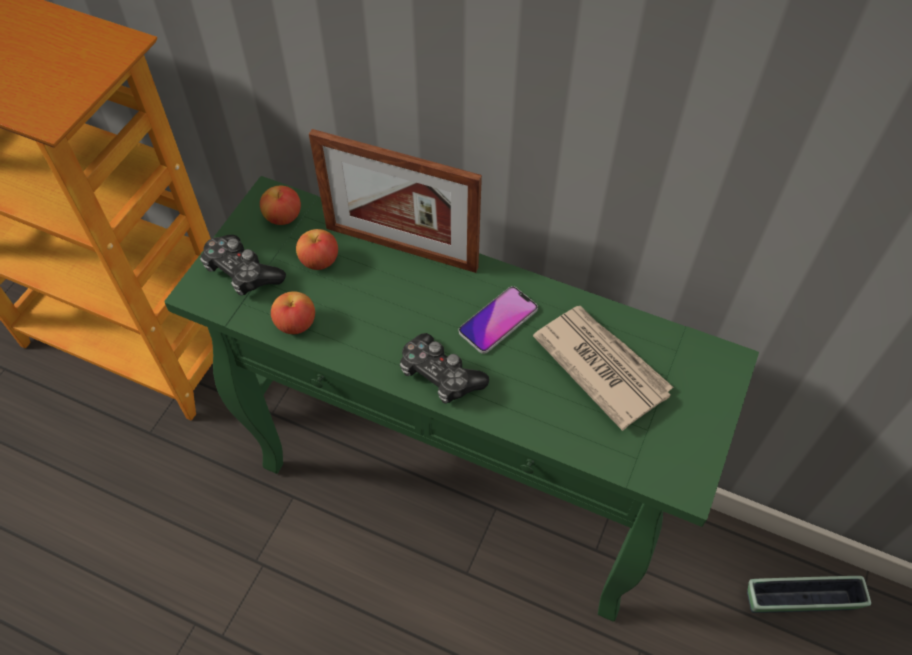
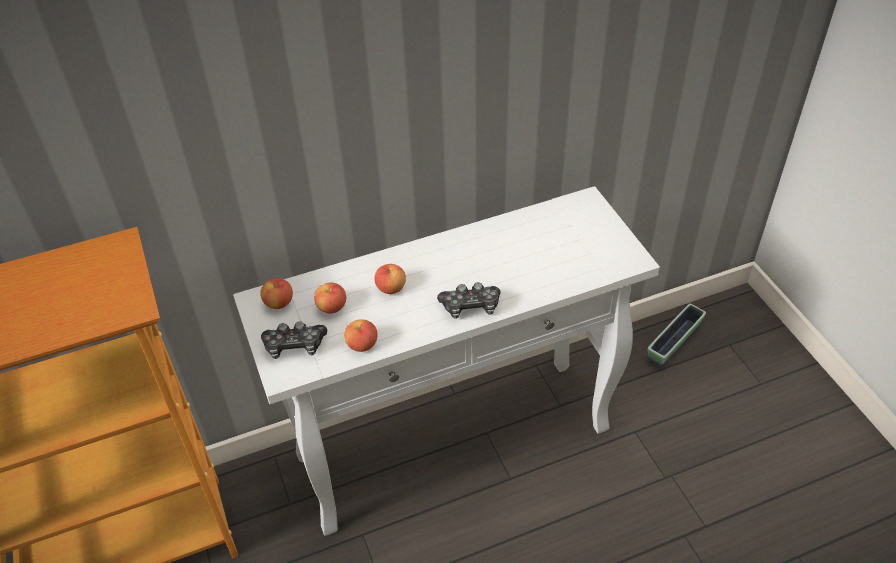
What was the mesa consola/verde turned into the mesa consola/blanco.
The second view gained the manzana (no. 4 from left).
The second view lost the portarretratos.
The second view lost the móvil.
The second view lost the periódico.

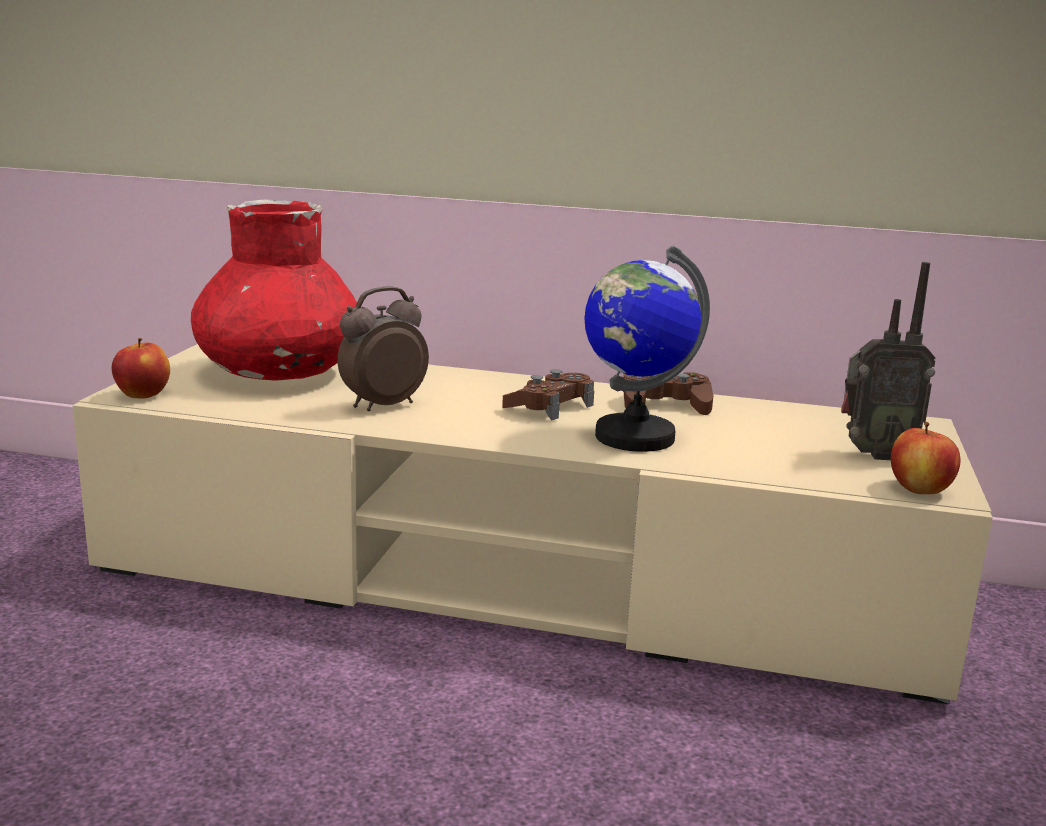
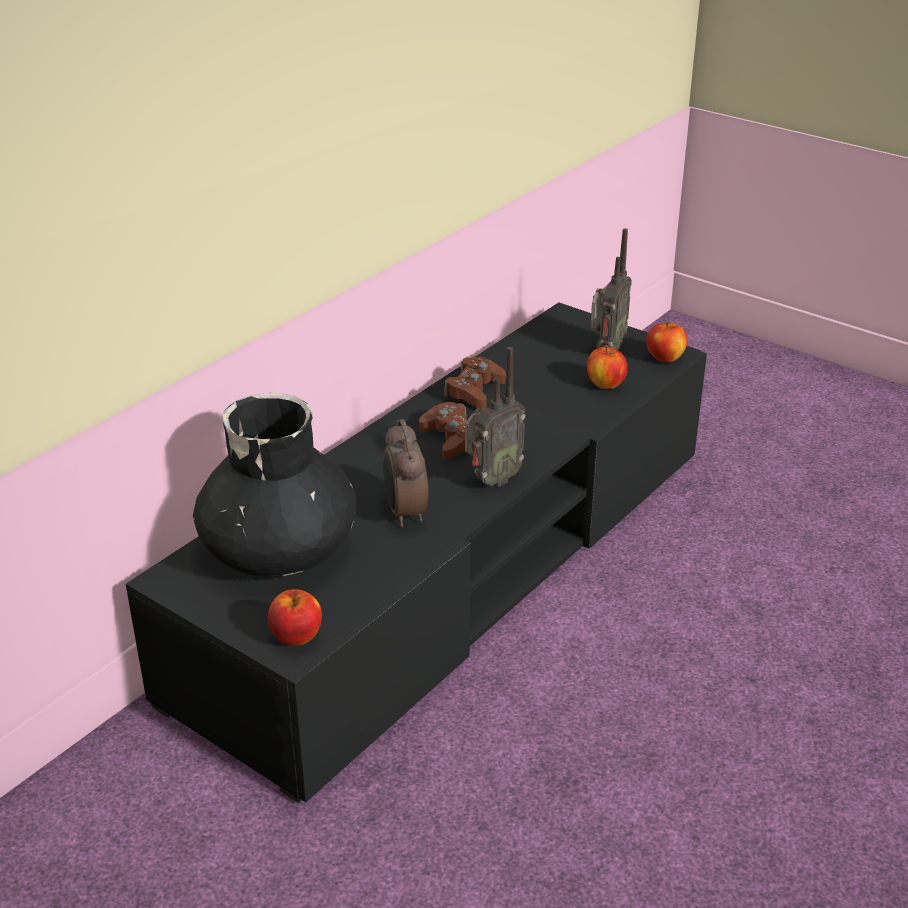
What was the mueble de televisión/beis turned into the mueble de televisión/negro.
What was the florero/rojo turned into the florero/negro.
The second view gained the radio (no. 1 from left).
The second view gained the manzana (no. 2 from left).
The second view lost the globo terráqueo.

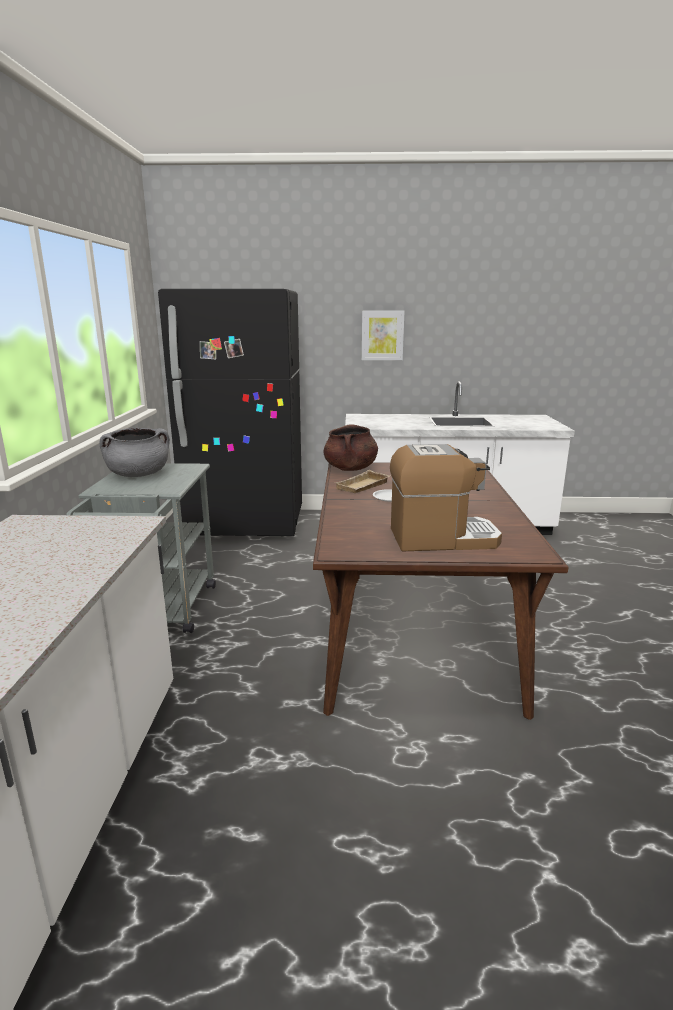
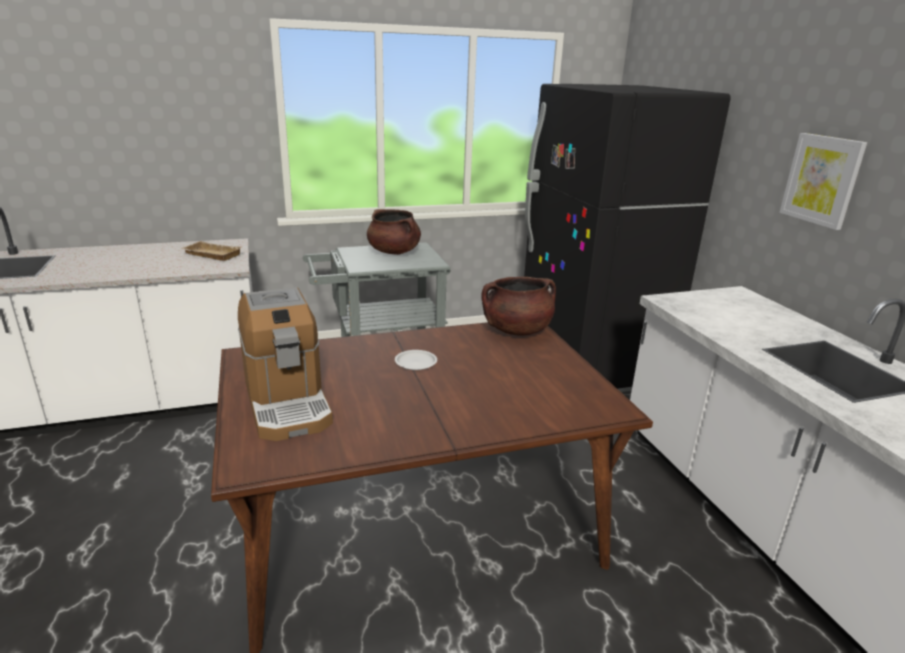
The bandeja/beis ended up elsewhere.
What was the olla/gris turned into the olla/marrón (no. 1 from left).

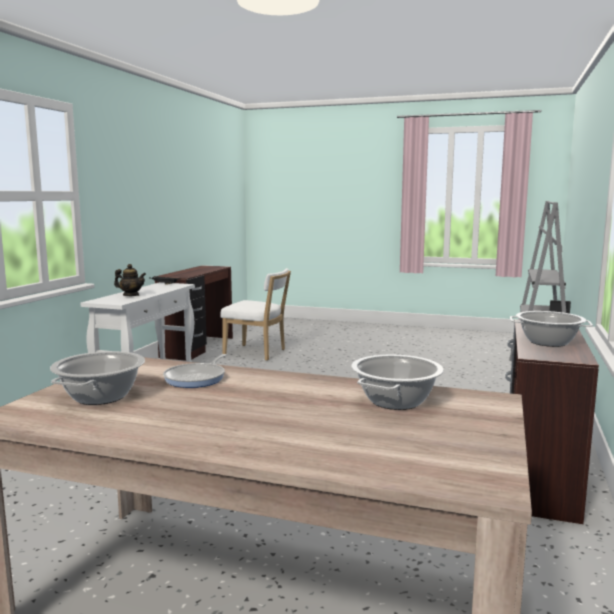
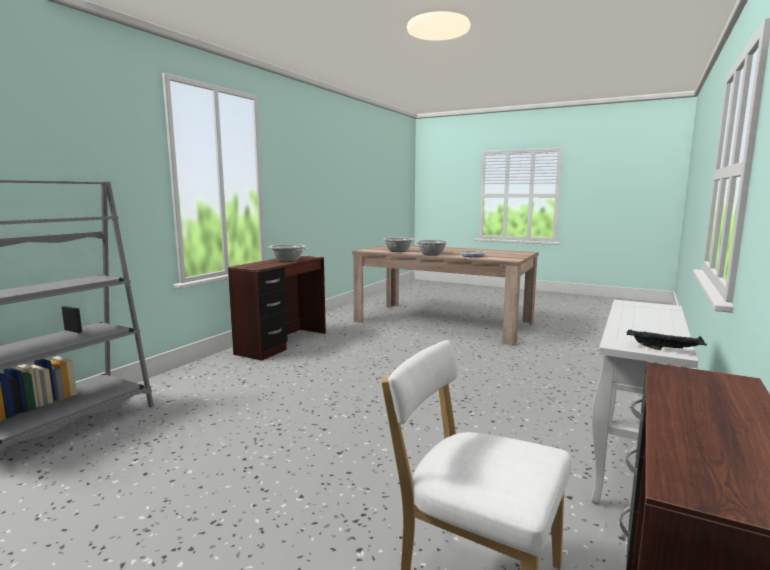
The olla (no. 1 from left in the first image) ended up elsewhere.
The second view lost the tetera.

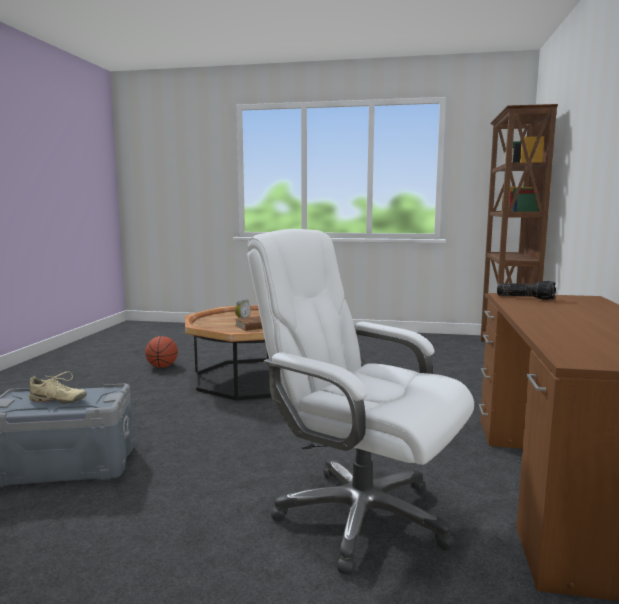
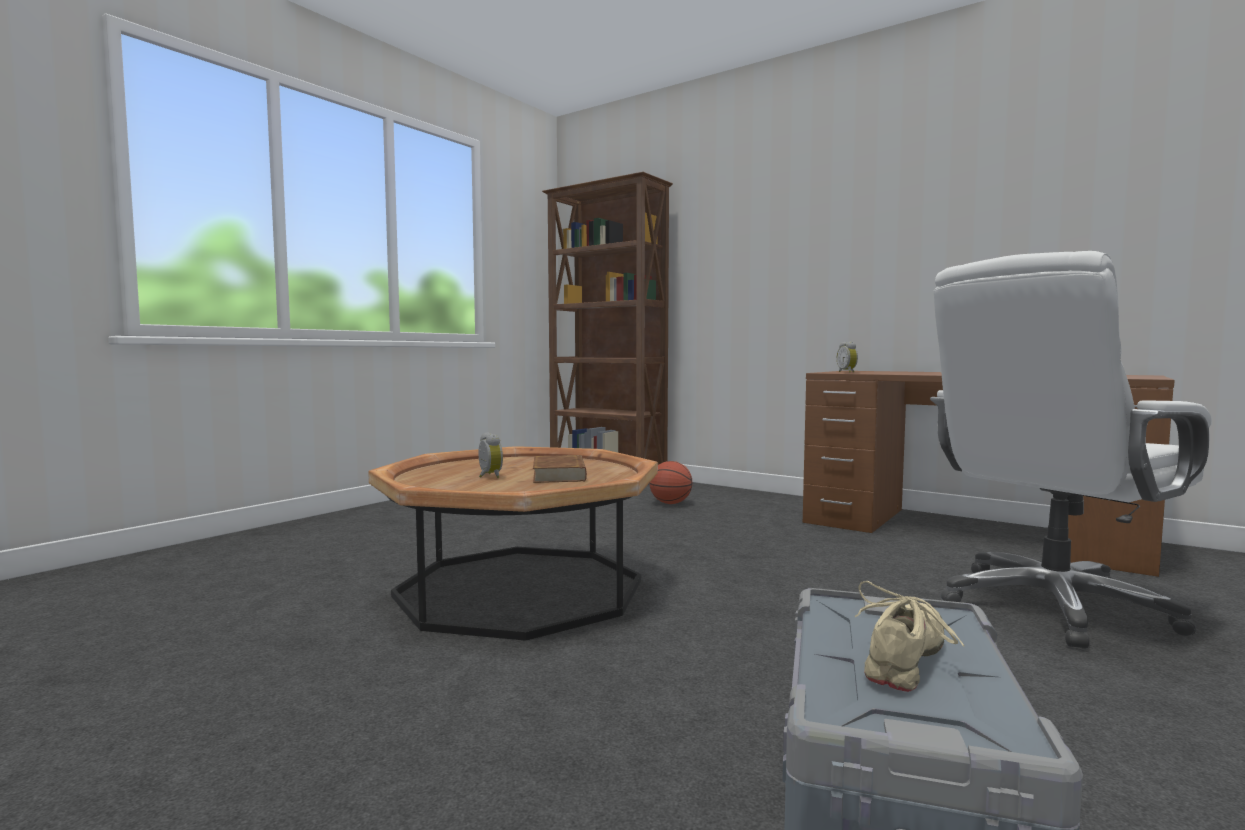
The balón de baloncesto ended up elsewhere.
Where the linterna stood, the despertador (no. 2 from left) came to stand.

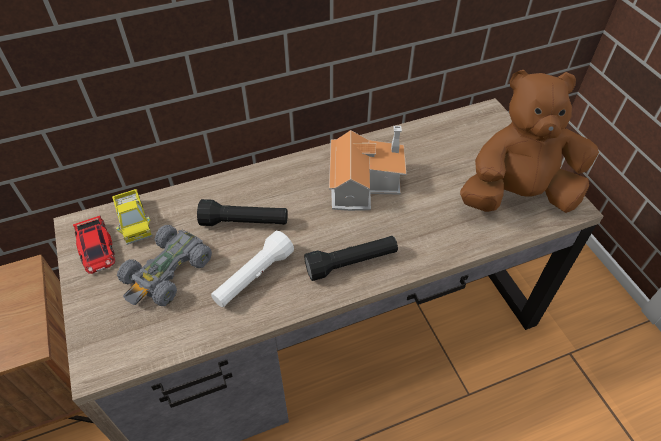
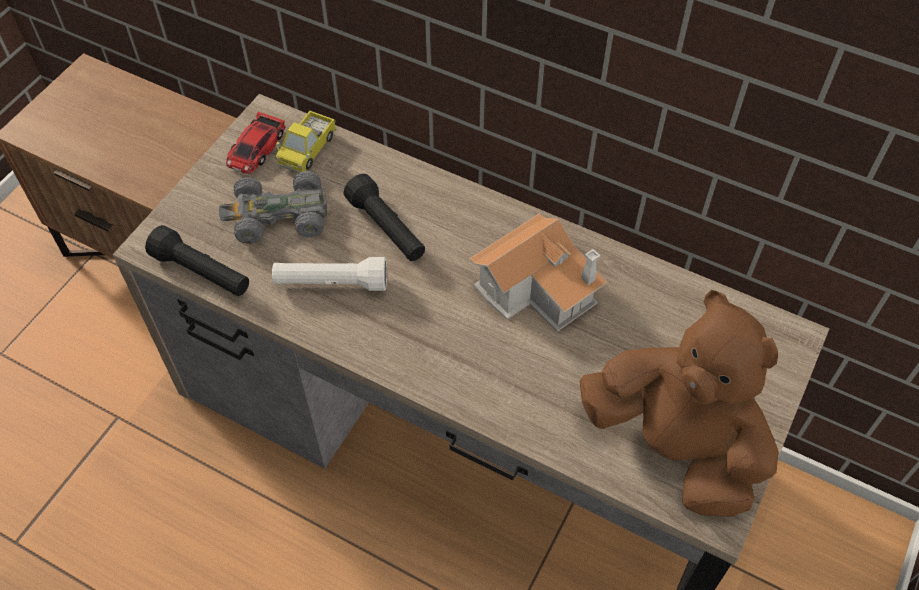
The linterna/negro (no. 2 from left in the first image) ended up elsewhere.

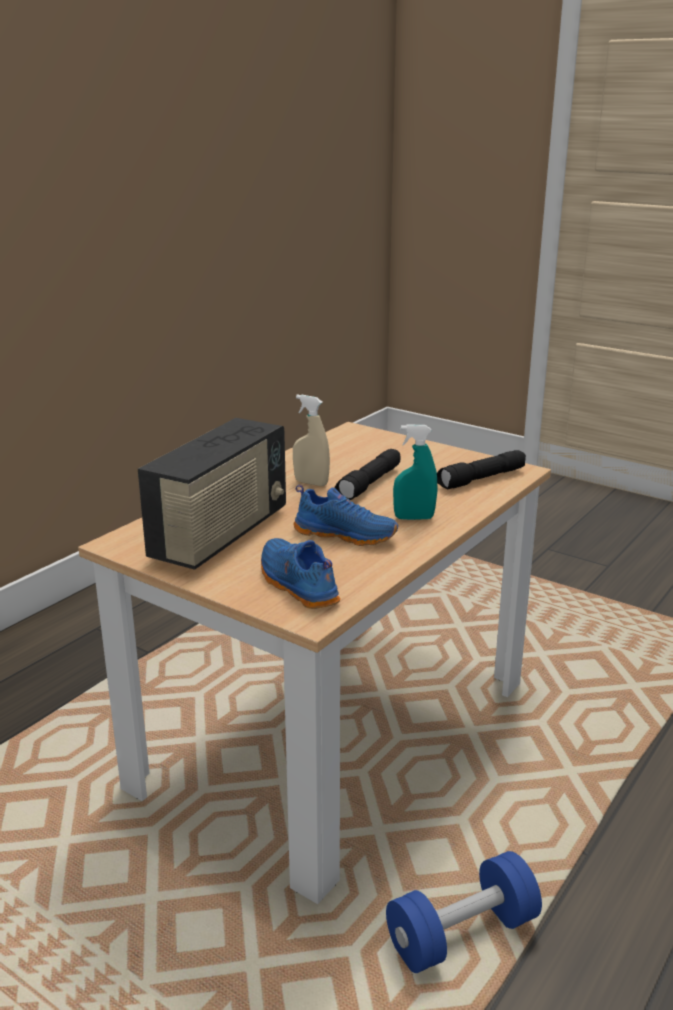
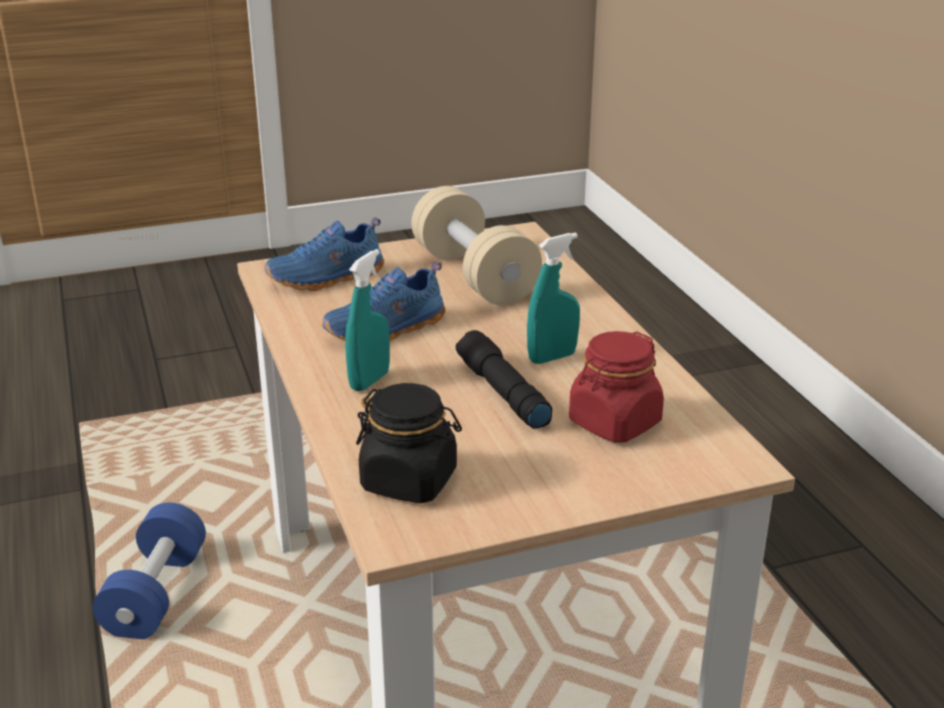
The zapato/azul (no. 1 from left) ended up facing another way, 150 degrees clockwise from before.
Where the linterna/negro (no. 2 from left) stood, the tarro/negro came to stand.
Where the radio stood, the mancuerna/beis came to stand.
What was the pulverizador/beis turned into the pulverizador/turquesa (no. 2 from left).
The second view gained the tarro/rojo.

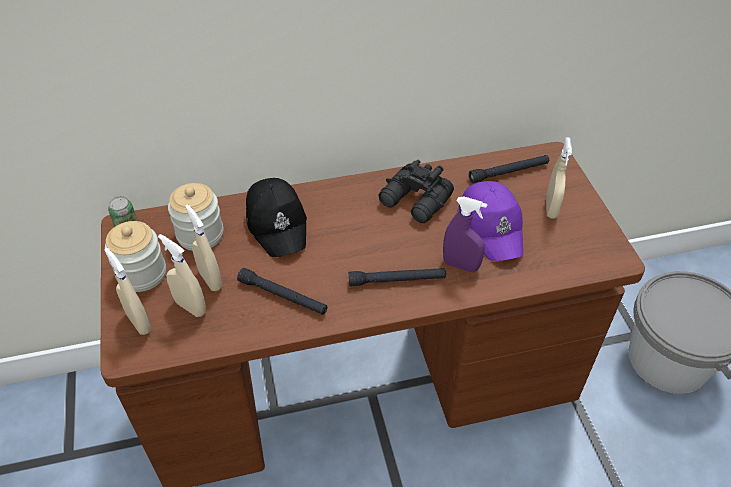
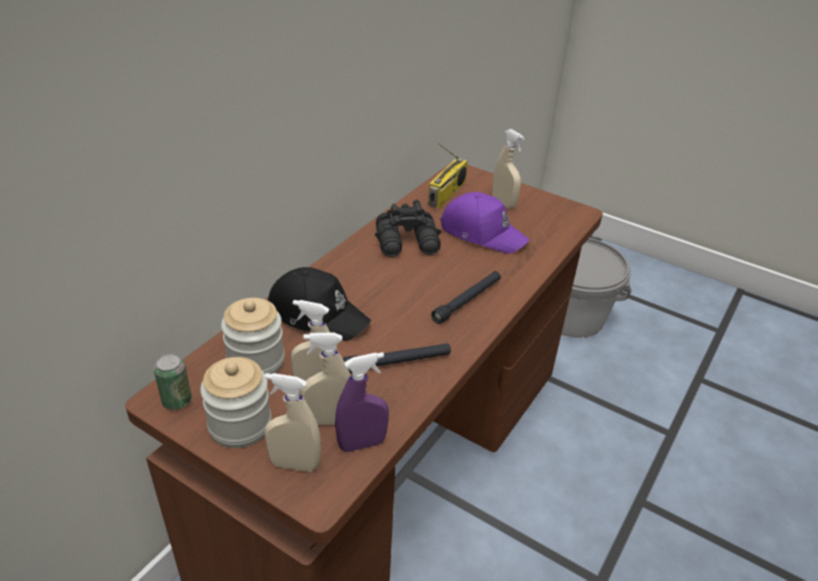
The pulverizador/morado ended up elsewhere.
Where the linterna/negro (no. 3 from left) stood, the radio came to stand.

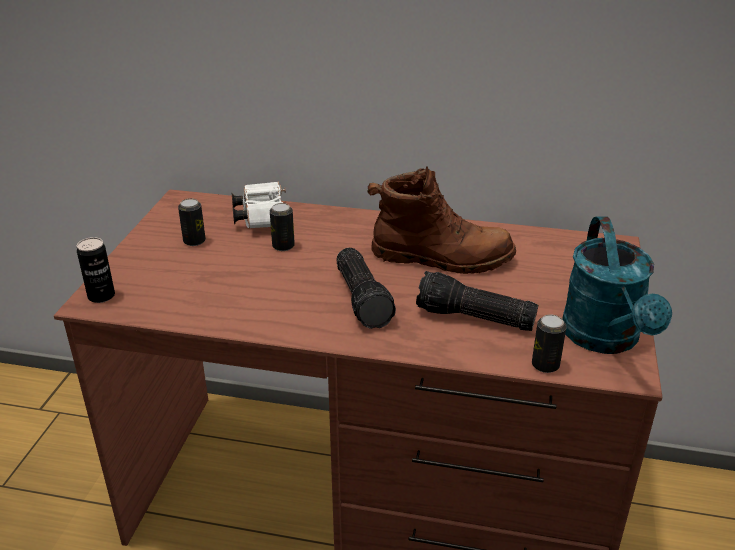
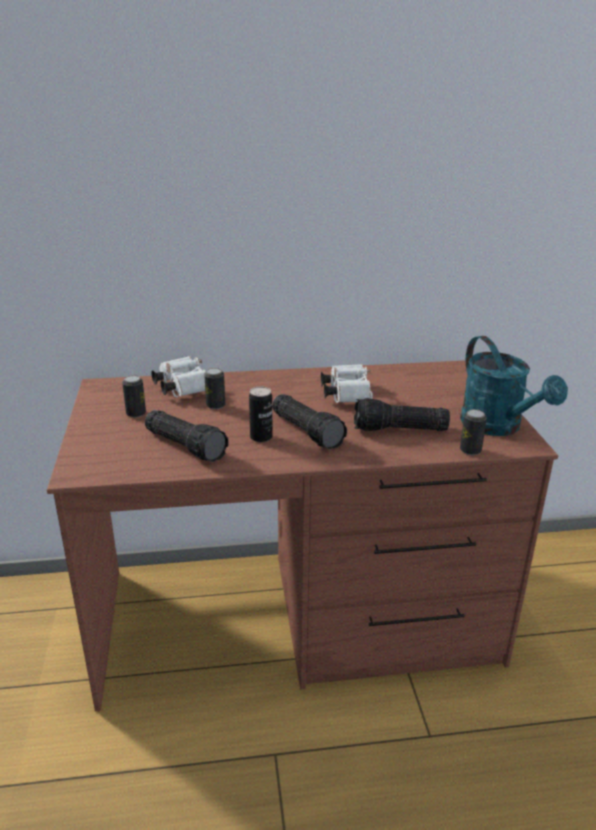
The second view gained the linterna (no. 1 from left).
The lata (no. 1 from left in the first image) ended up elsewhere.
Where the bota/marrón stood, the prismáticos/blanco (no. 2 from left) came to stand.

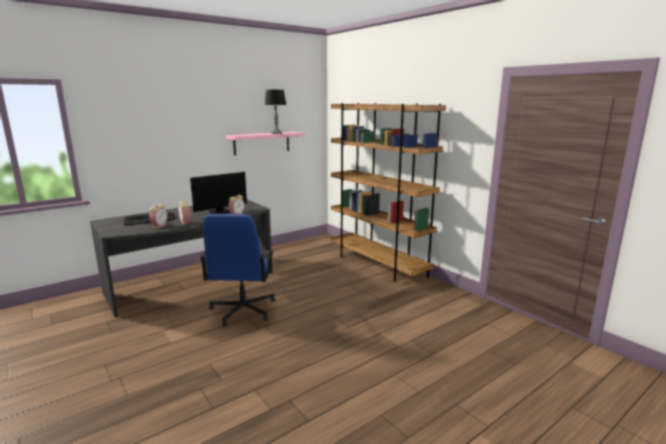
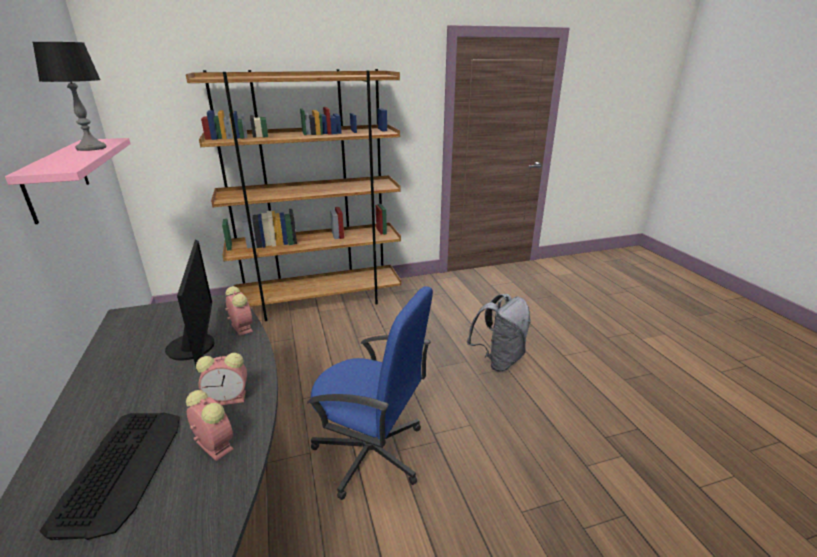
The second view gained the mochila/gris.

